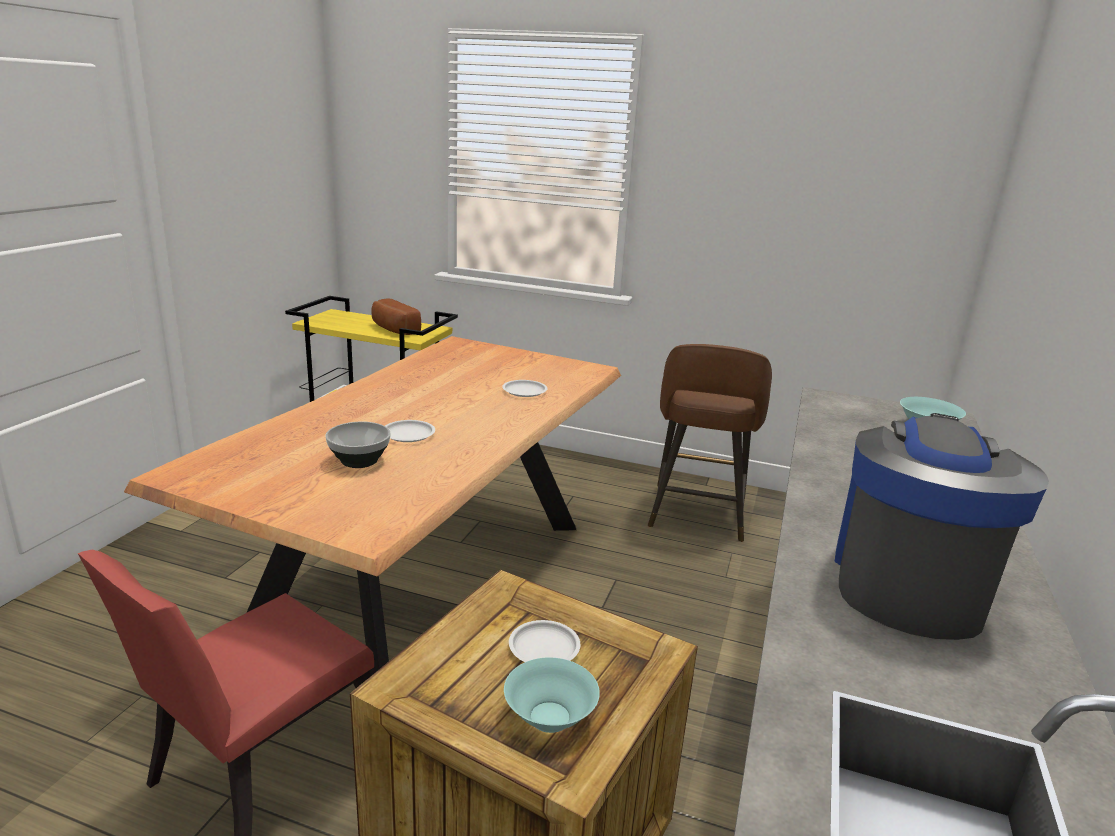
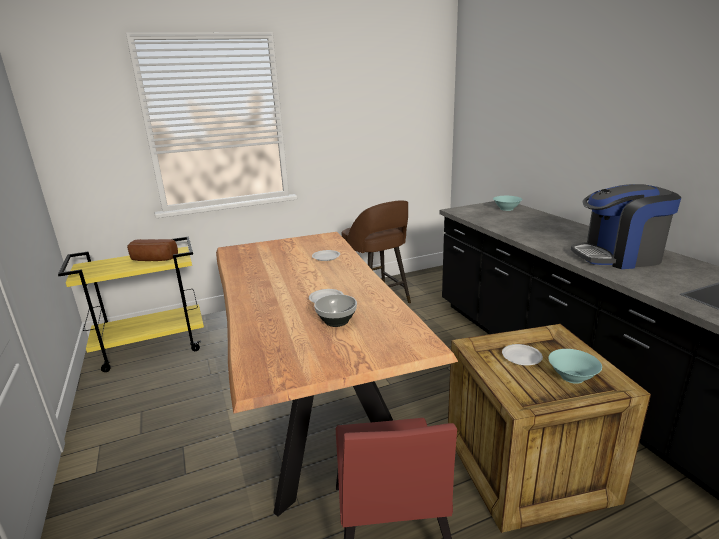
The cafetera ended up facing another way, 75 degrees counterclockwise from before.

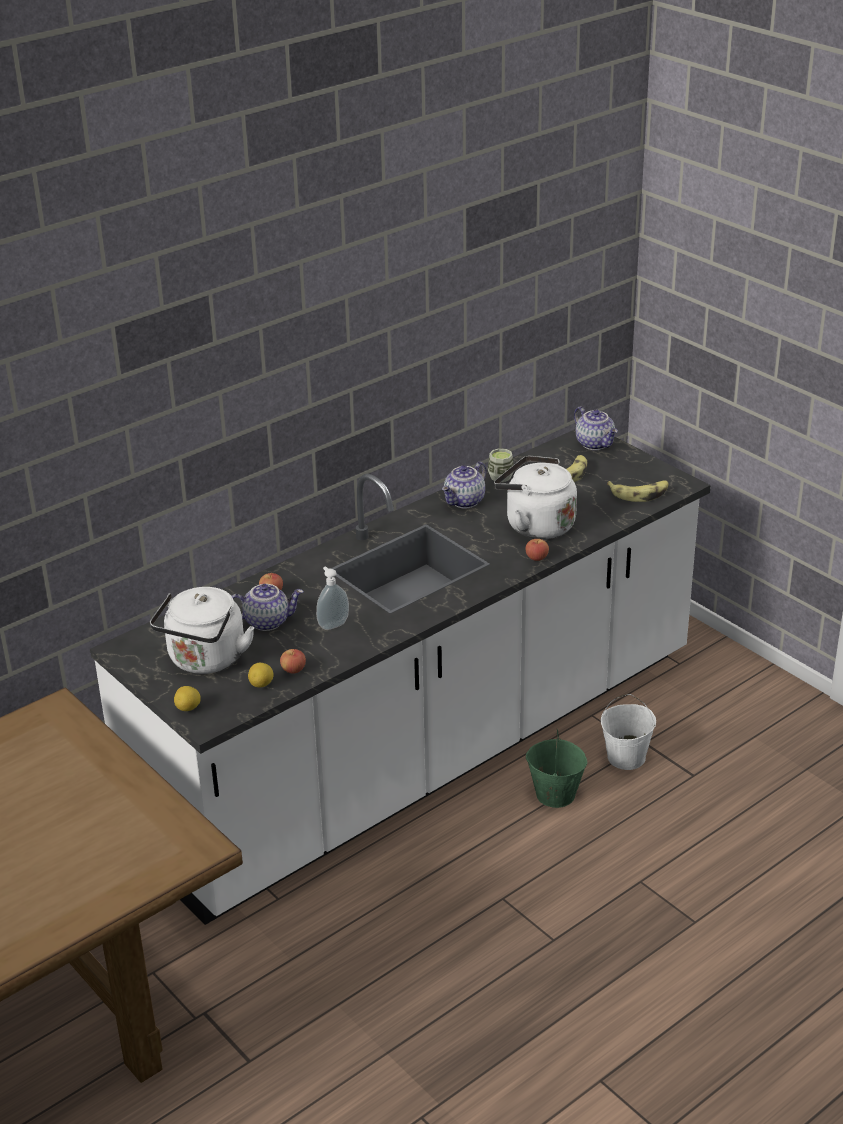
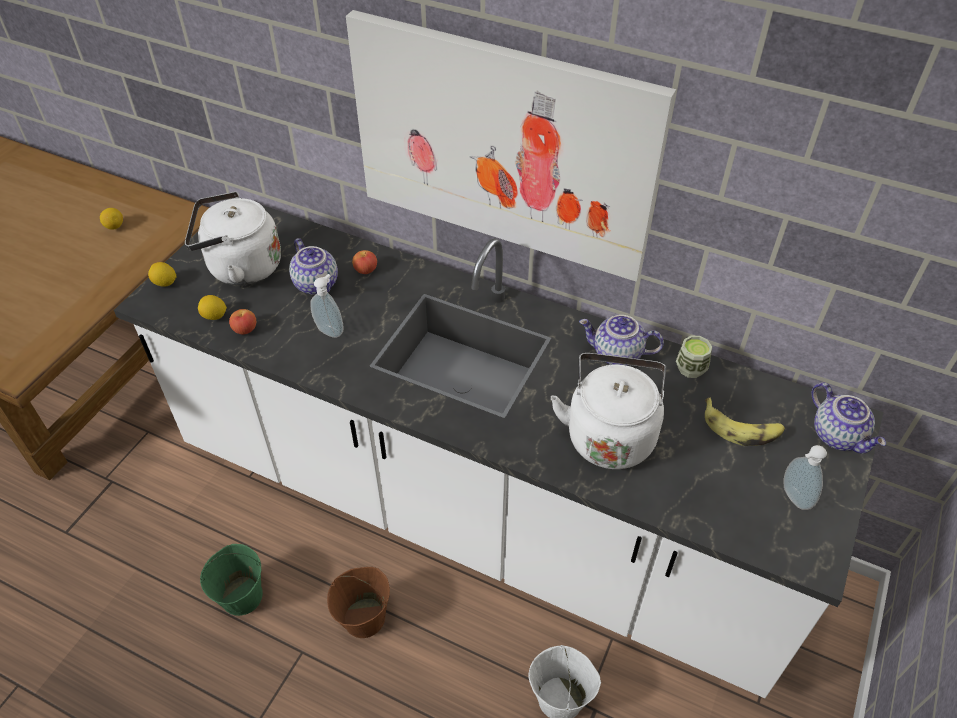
The second view gained the limón (no. 1 from left).
The cubo/verde ended up elsewhere.
The second view gained the cubo/marrón.
The second view gained the cuadro.
The second view gained the dispensador de jabón (no. 2 from left).
The tetera (no. 3 from left) ended up facing another way, 60 degrees counterclockwise from before.
The second view lost the manzana (no. 3 from left).
The second view lost the plátano (no. 2 from left).

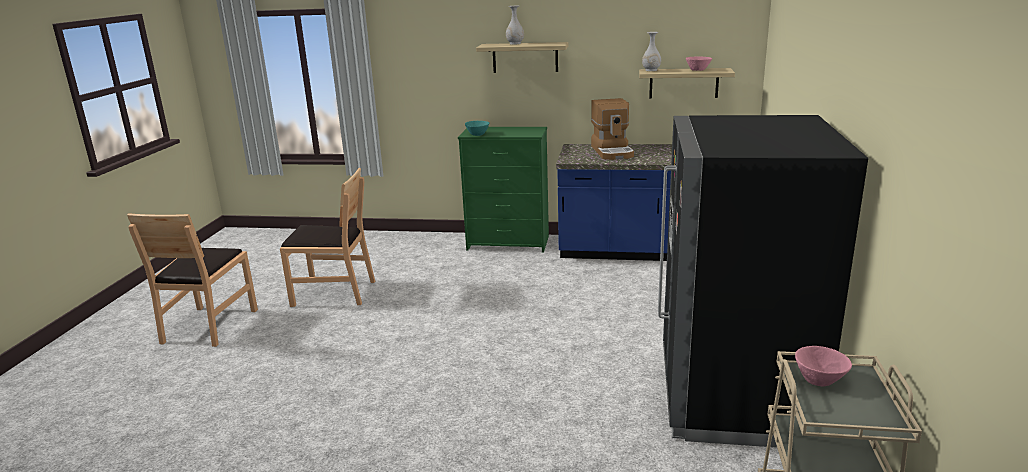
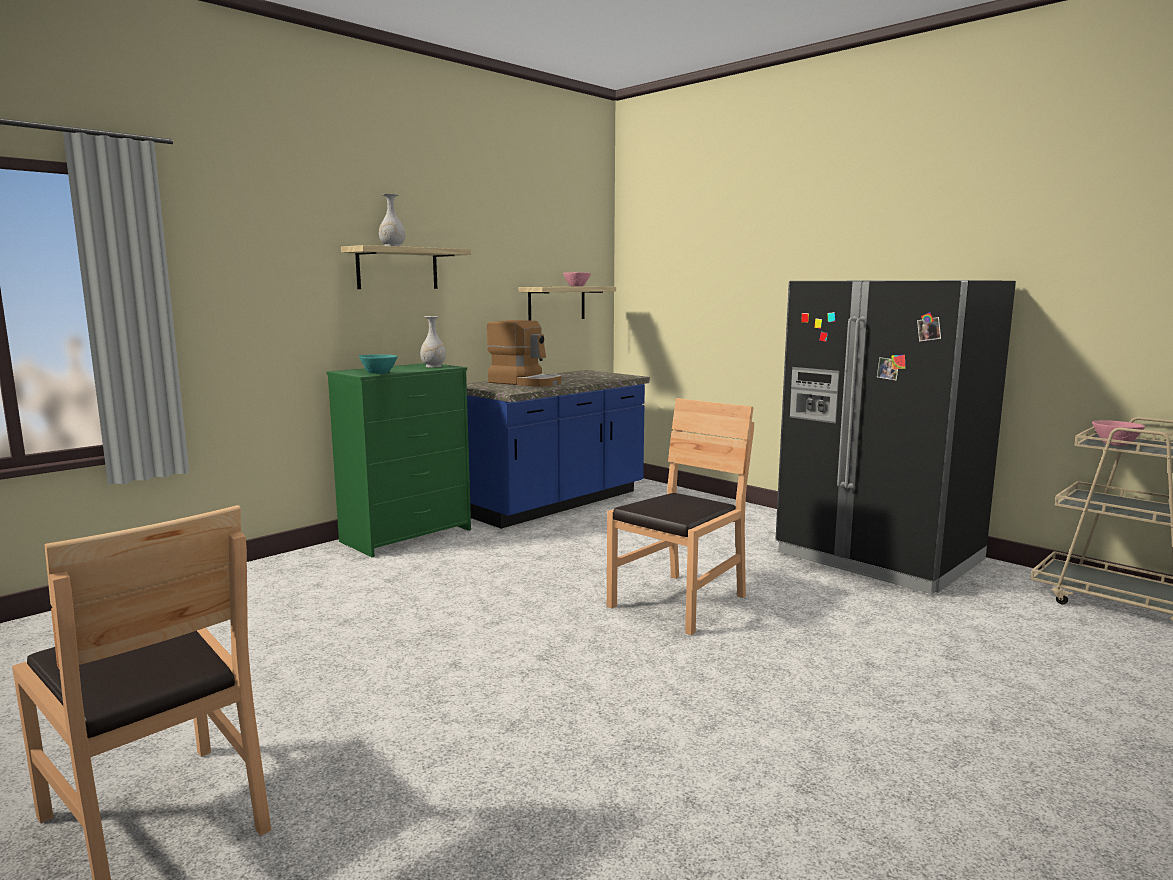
The florero/blanco (no. 2 from left) ended up elsewhere.
The silla/marrón (no. 2 from left) ended up elsewhere.

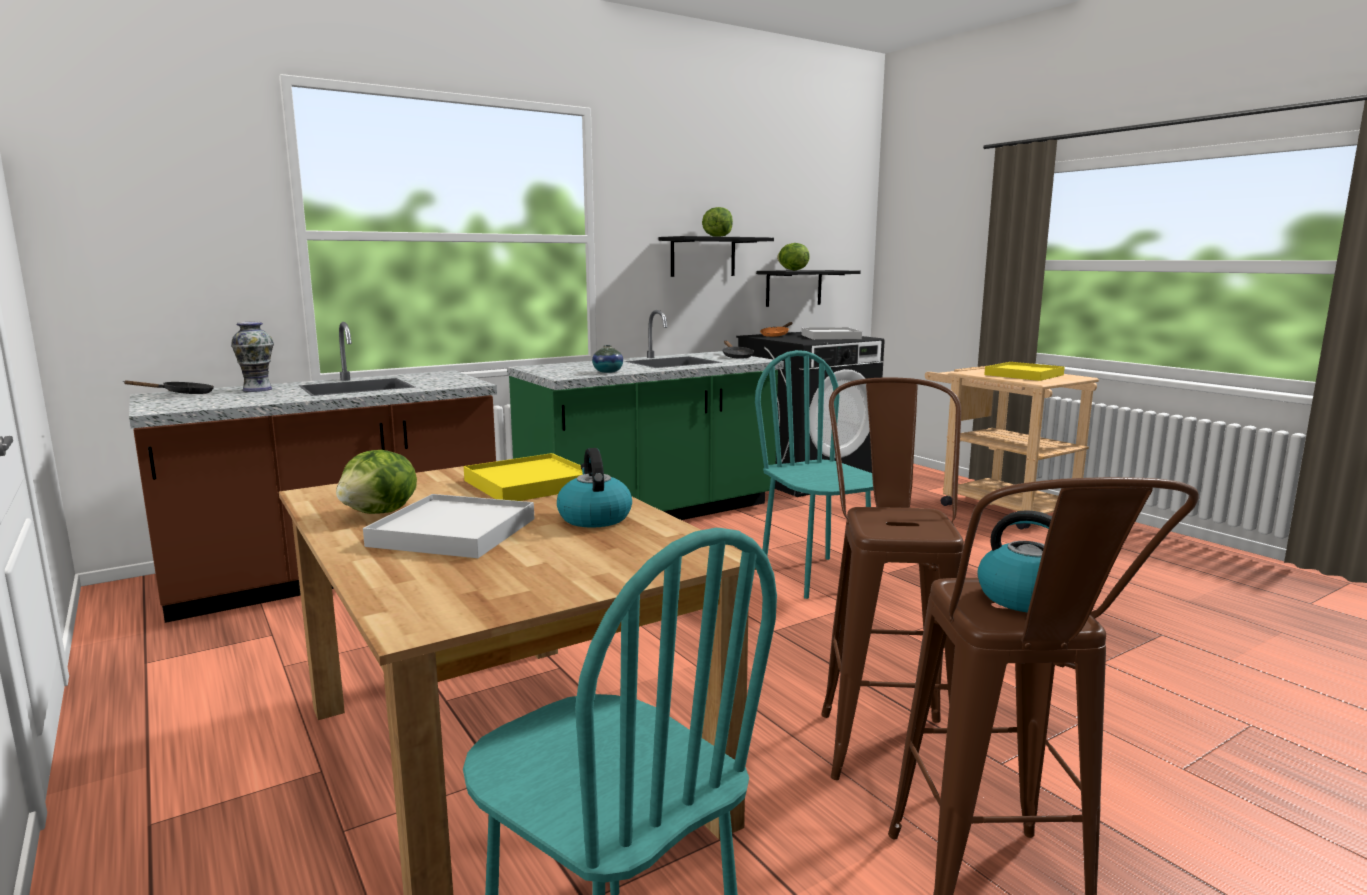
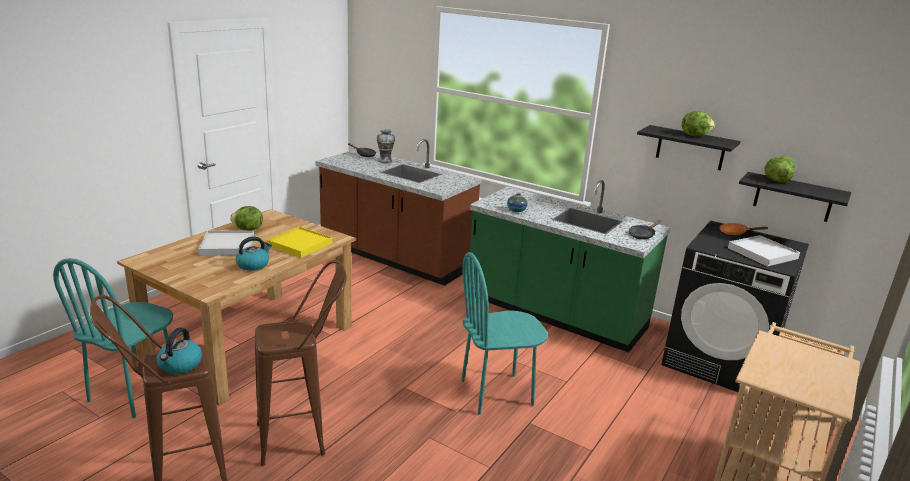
The silla/turquesa (no. 2 from left) ended up facing another way, 150 degrees counterclockwise from before.
The second view lost the bandeja/amarillo (no. 2 from left).

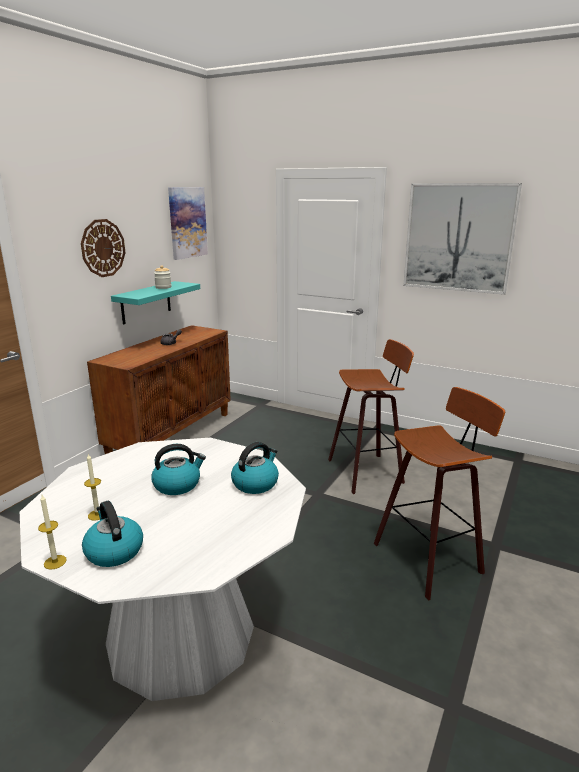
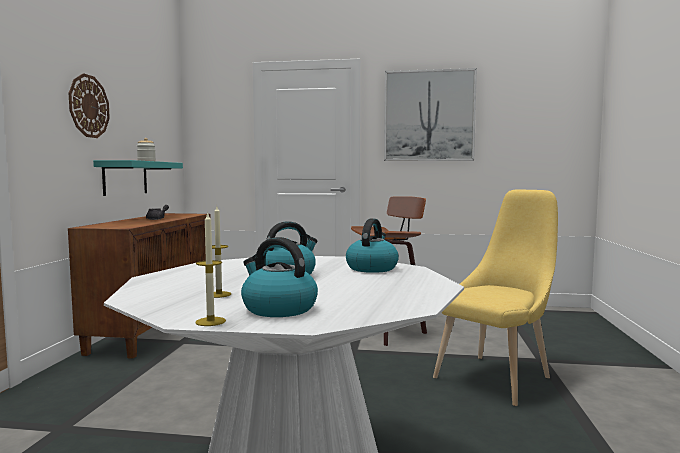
Where the taburete (no. 2 from left) stood, the silla/amarillo came to stand.
The second view lost the cuadro (no. 1 from left).

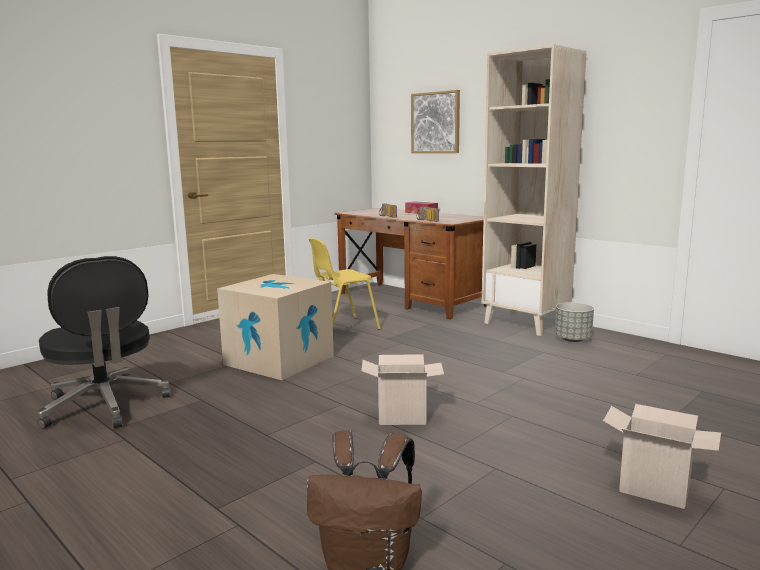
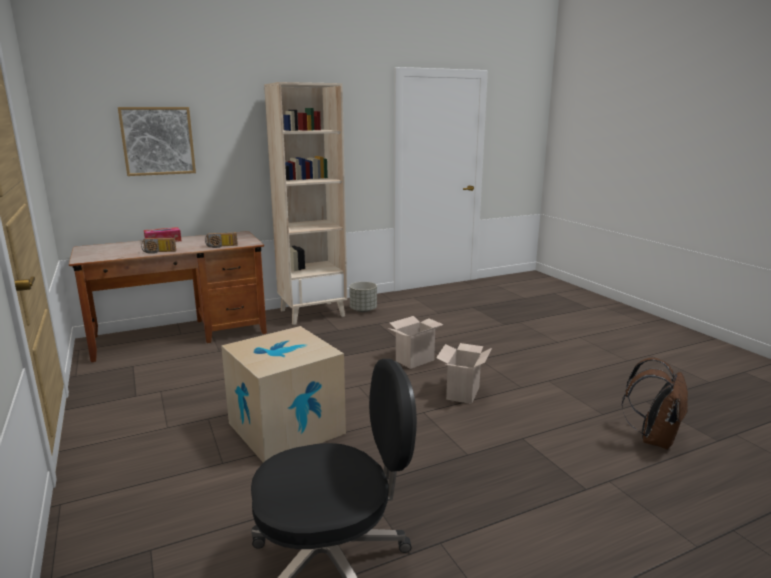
The caja de cartón (no. 3 from left in the first image) ended up elsewhere.
The second view lost the silla/amarillo.

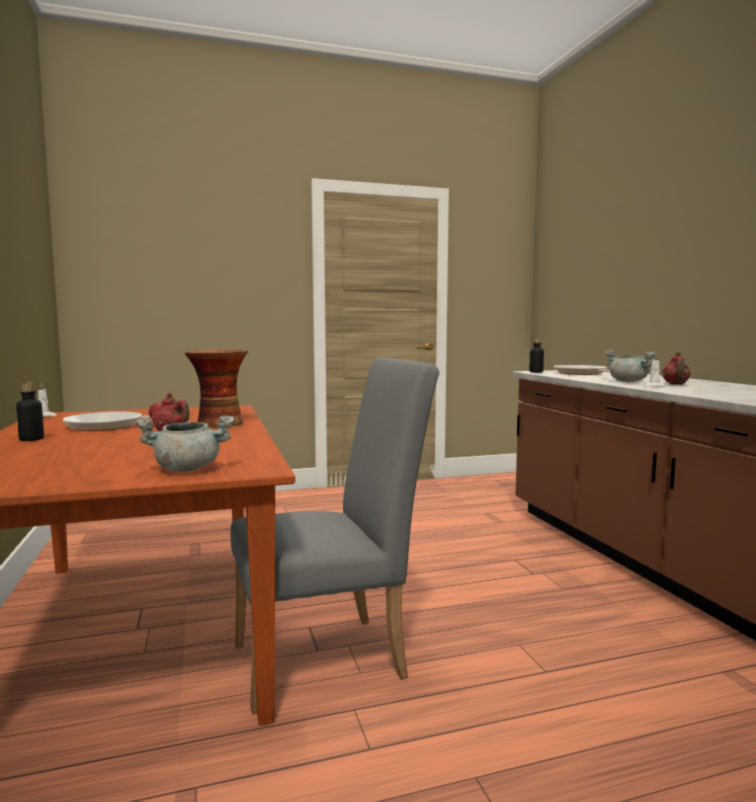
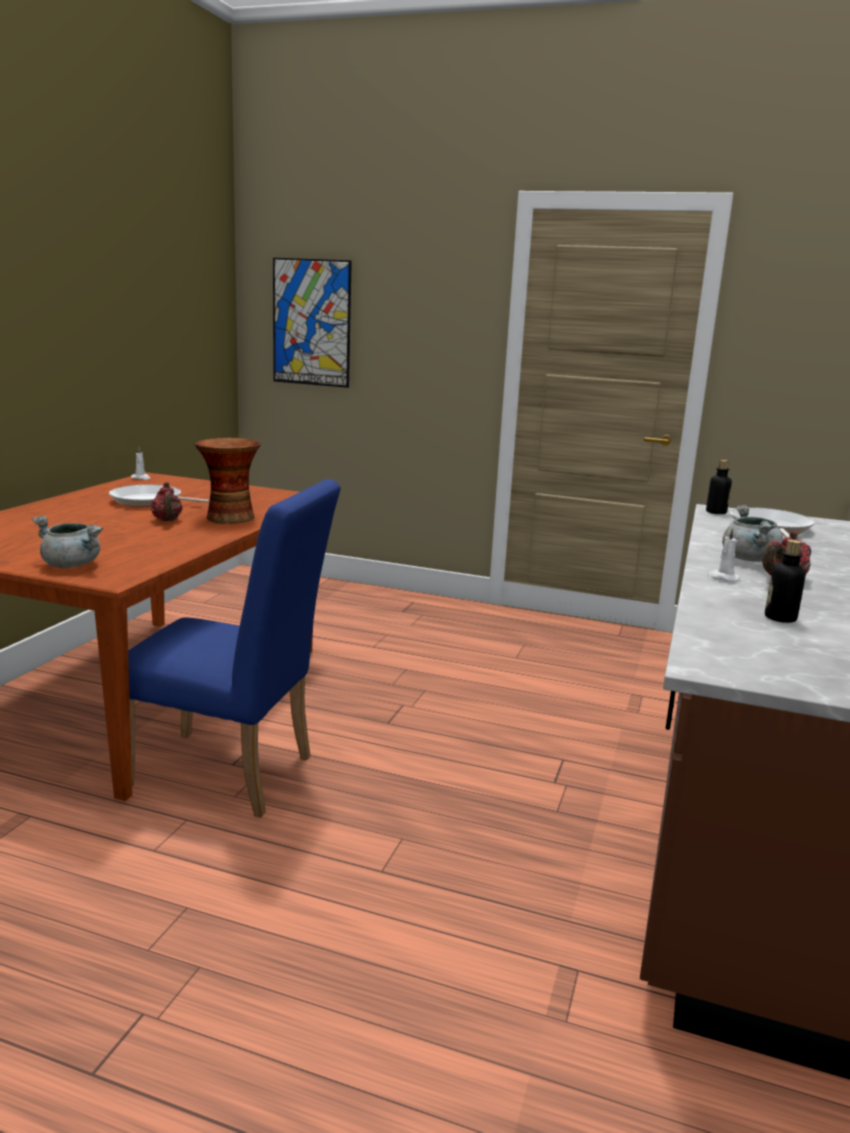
What was the silla/gris turned into the silla/azul.
The second view gained the cuadro.
The botella (no. 1 from left in the first image) ended up elsewhere.

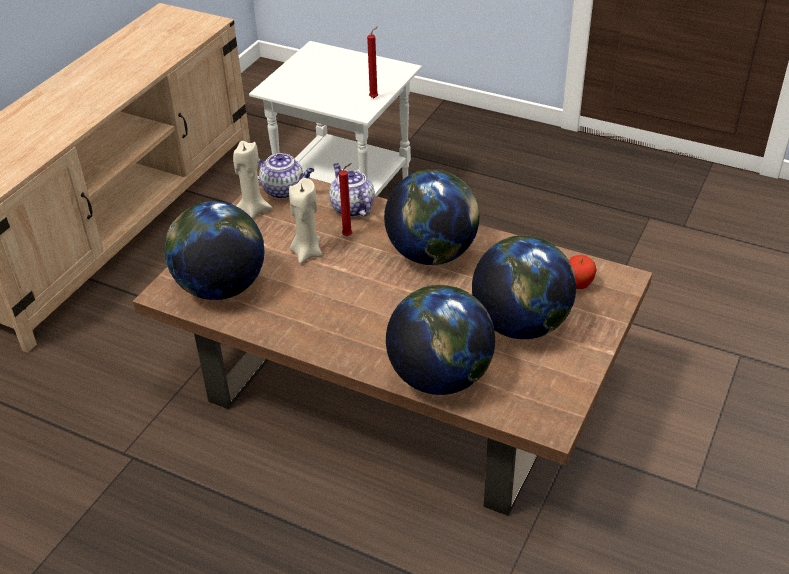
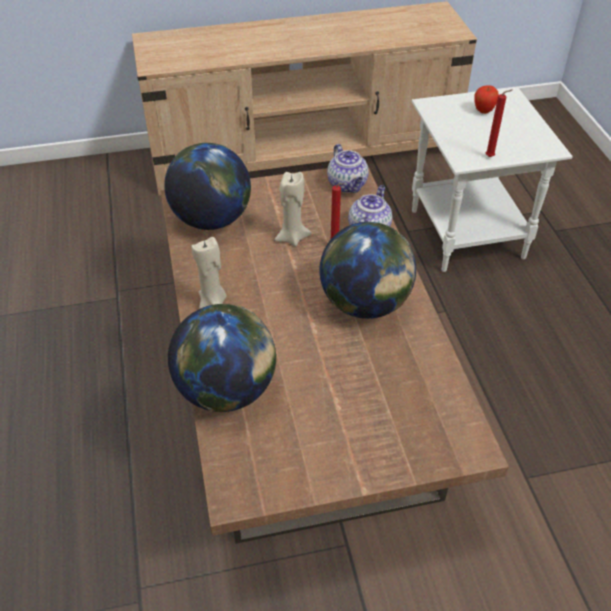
The vela/beis (no. 1 from left) ended up elsewhere.
The manzana ended up elsewhere.
The second view lost the globo terráqueo (no. 4 from left).

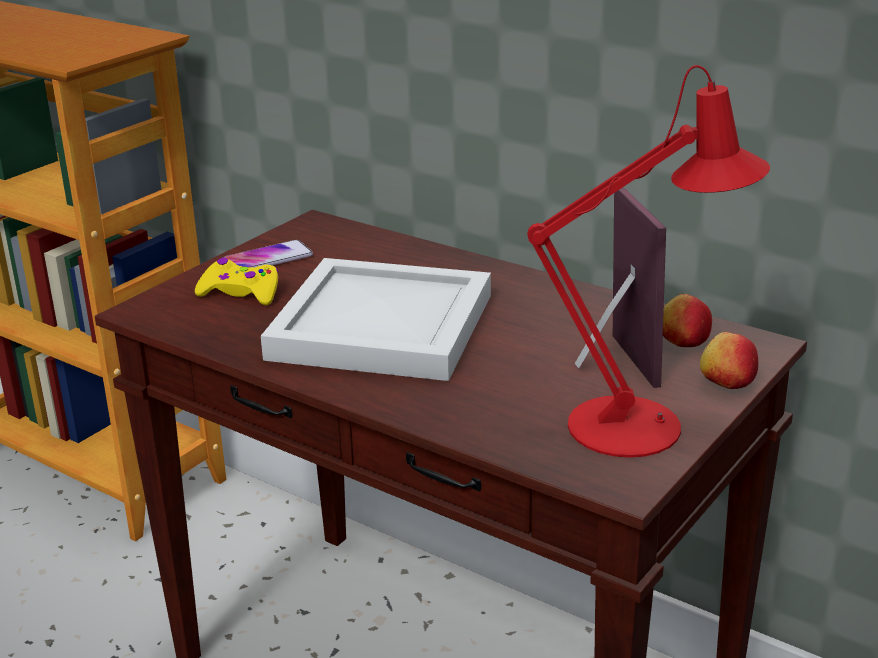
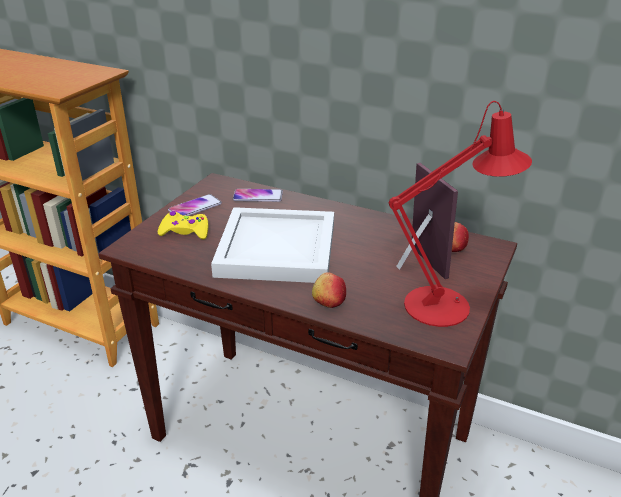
The second view gained the móvil (no. 2 from left).
The manzana (no. 2 from left in the first image) ended up elsewhere.

